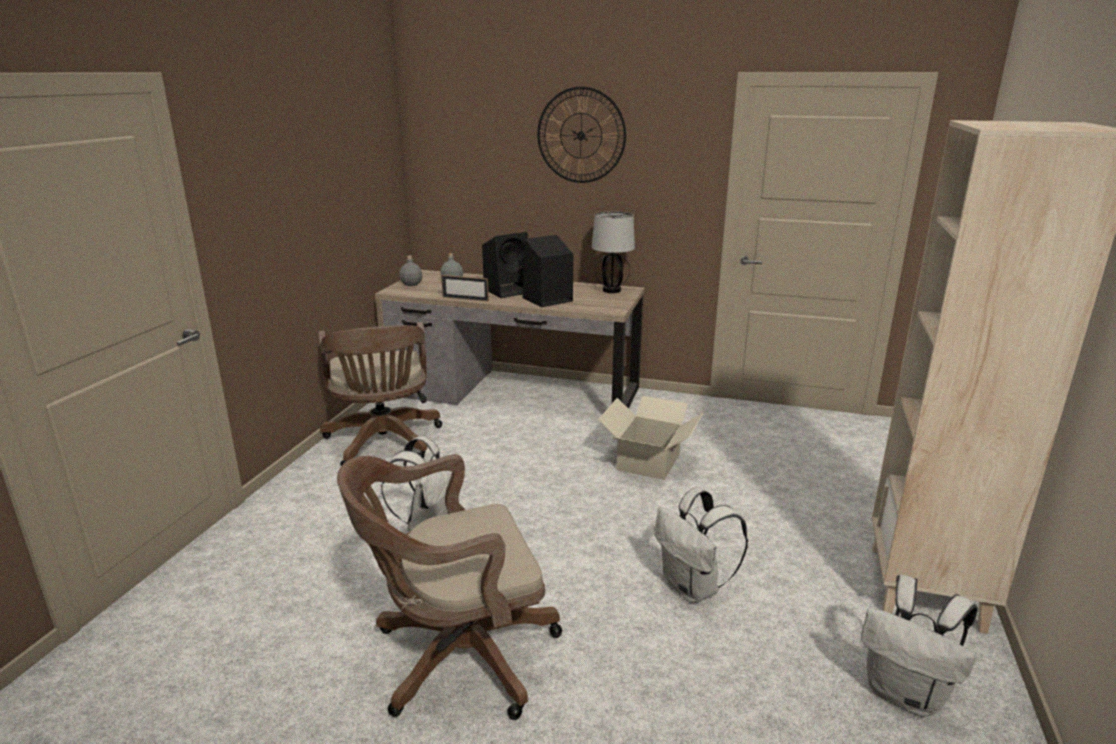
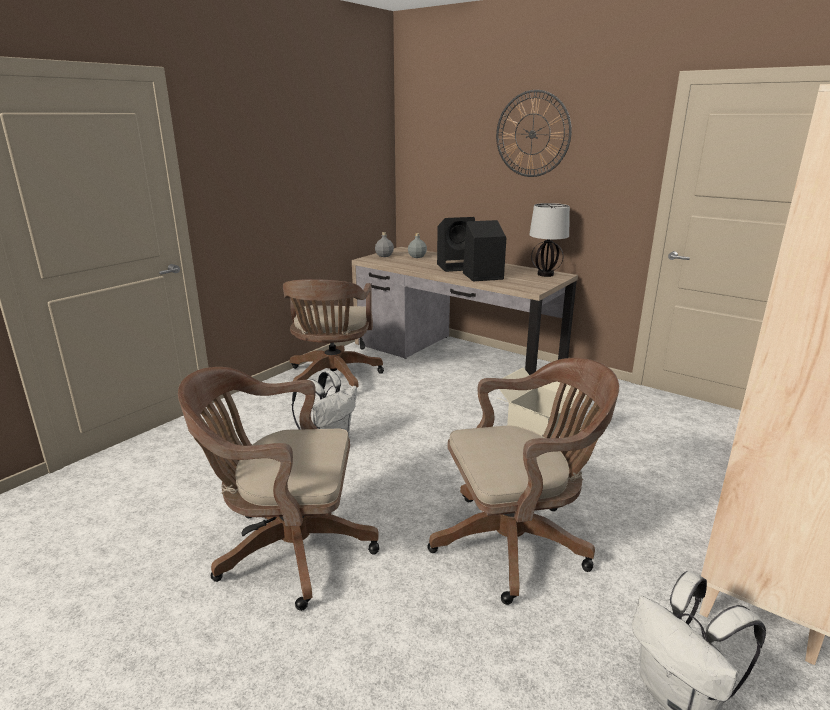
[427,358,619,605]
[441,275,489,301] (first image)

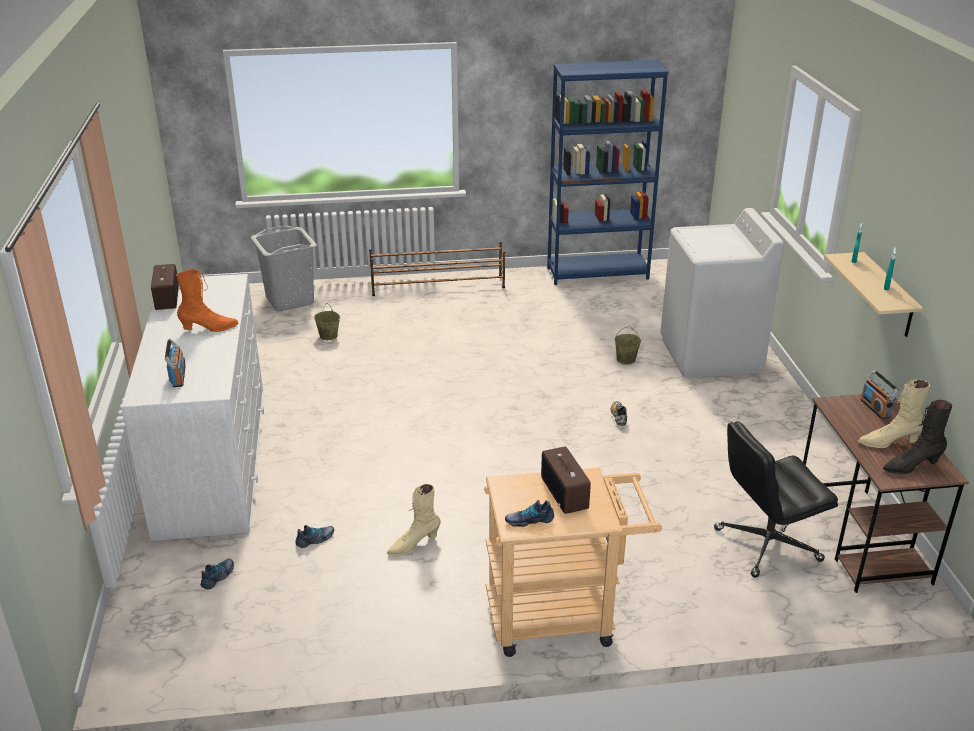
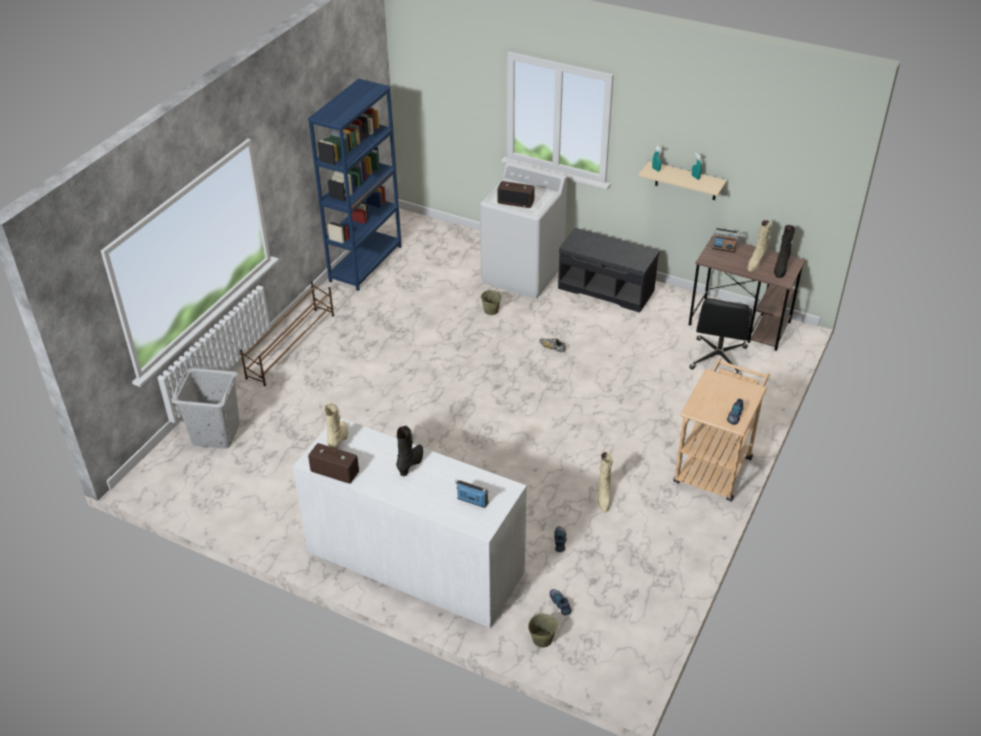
[325,402,348,449]
[396,425,423,477]
[498,181,535,208]
[528,613,558,648]
[558,228,659,313]

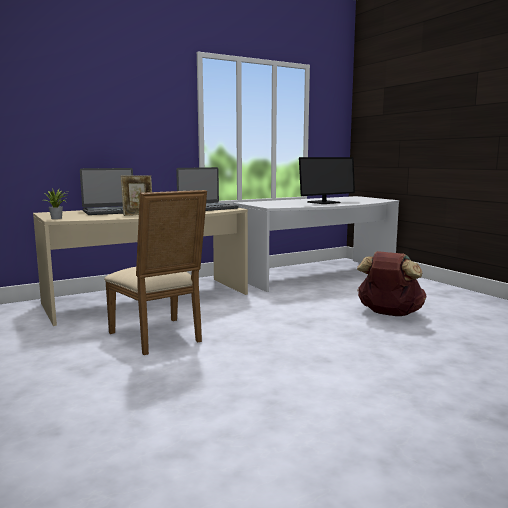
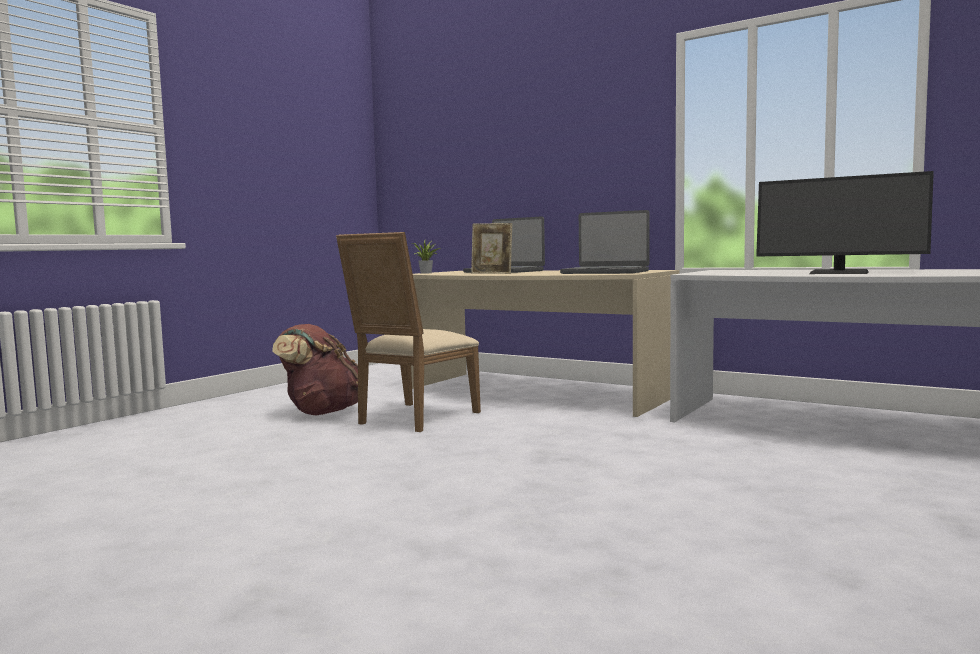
[272,324,358,415]

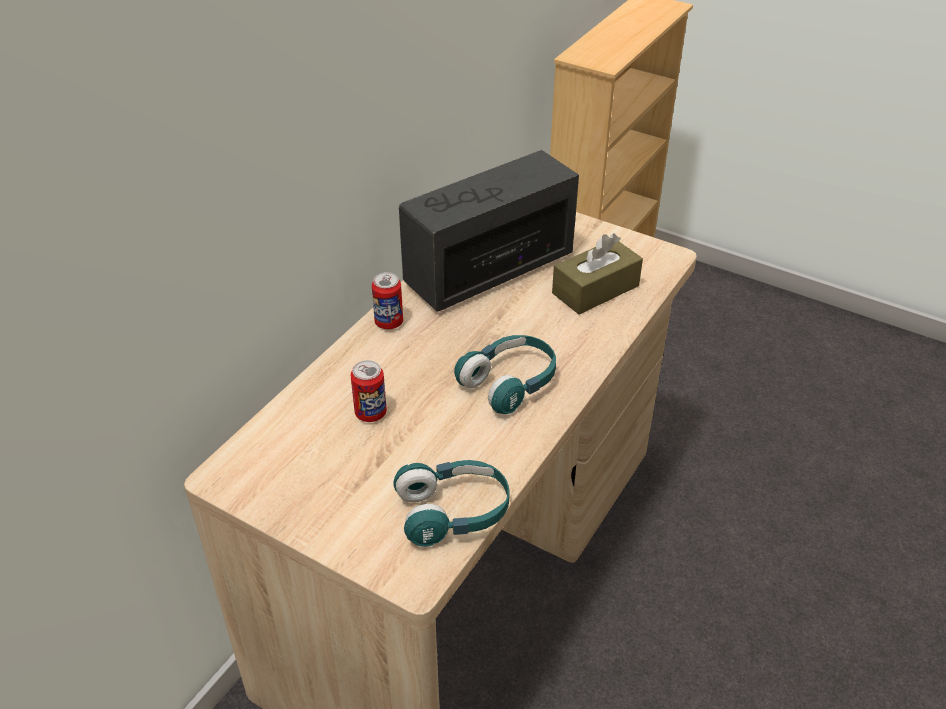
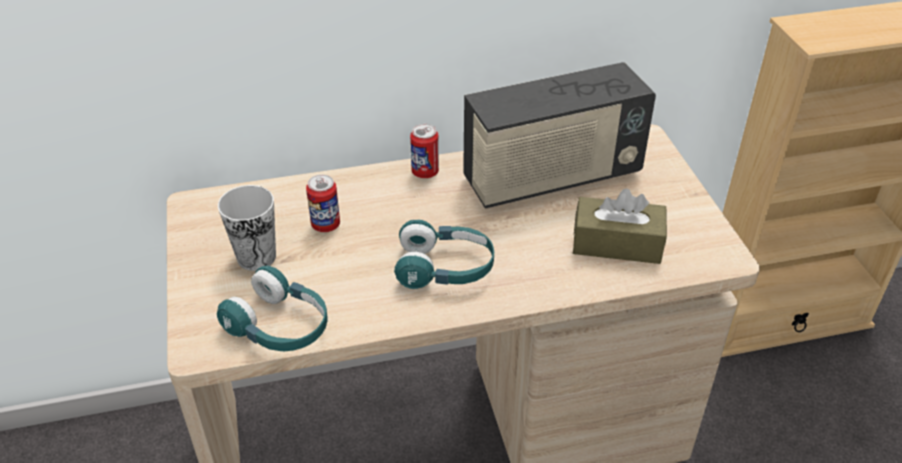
[218,185,276,271]
[463,62,656,209]

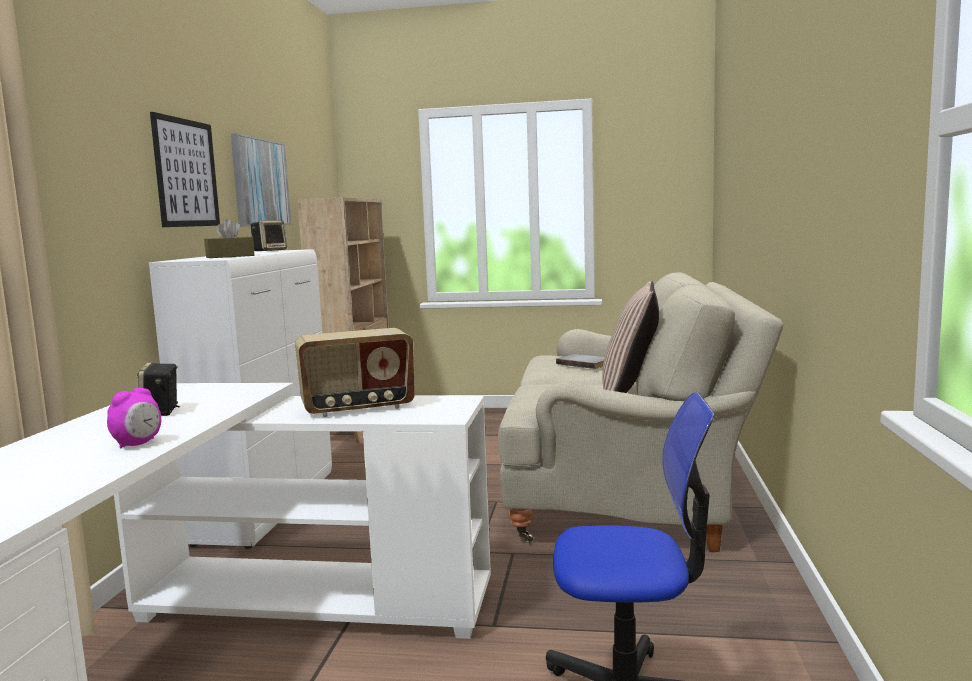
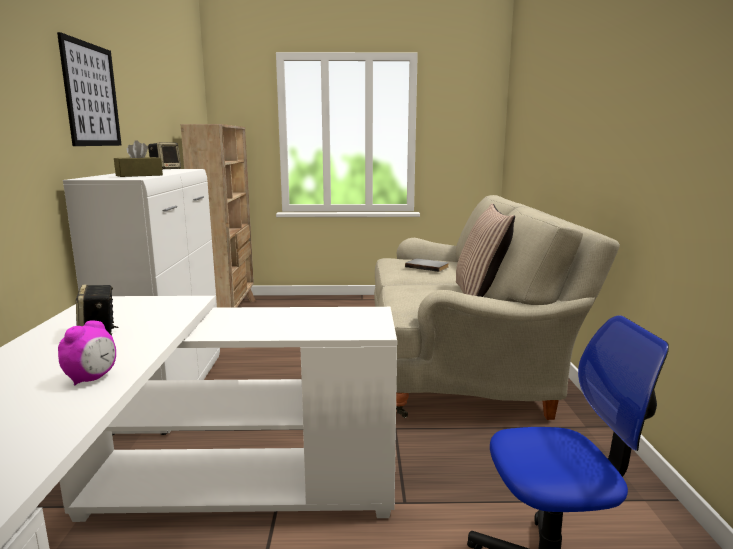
[231,133,291,227] (first image)
[295,328,415,417] (first image)

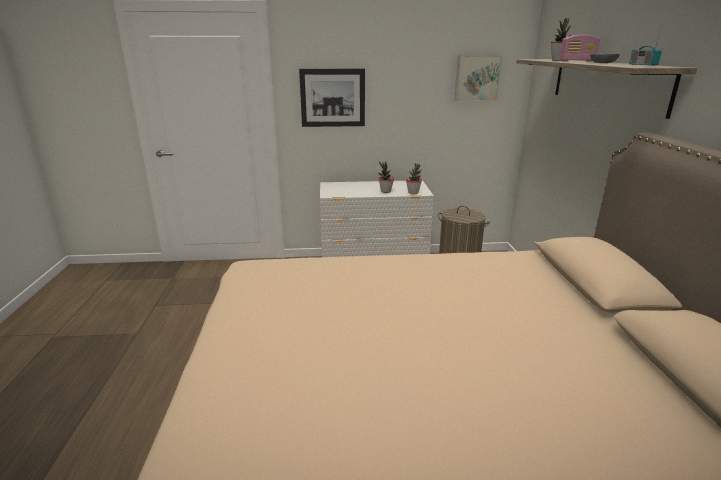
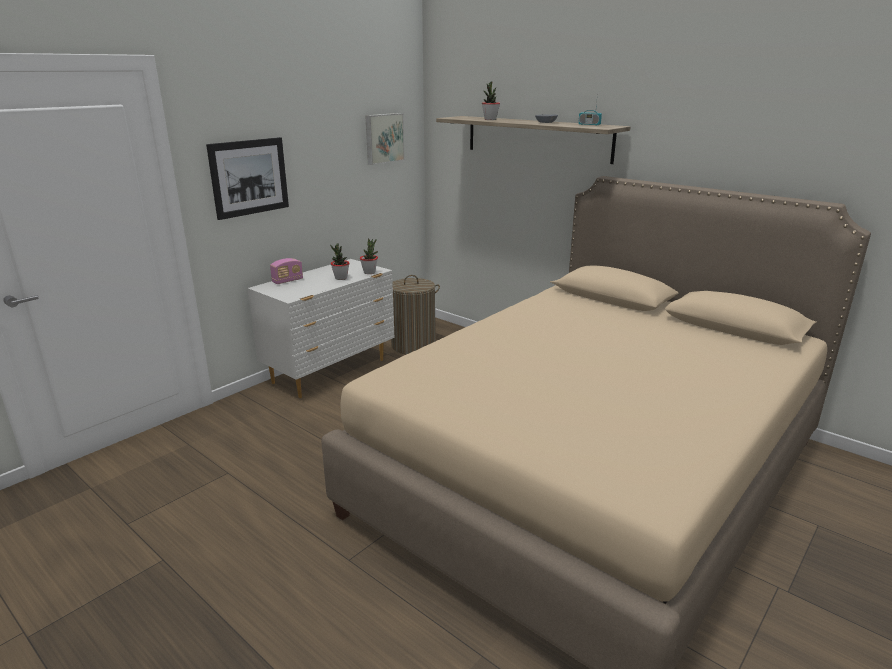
[270,258,303,284]

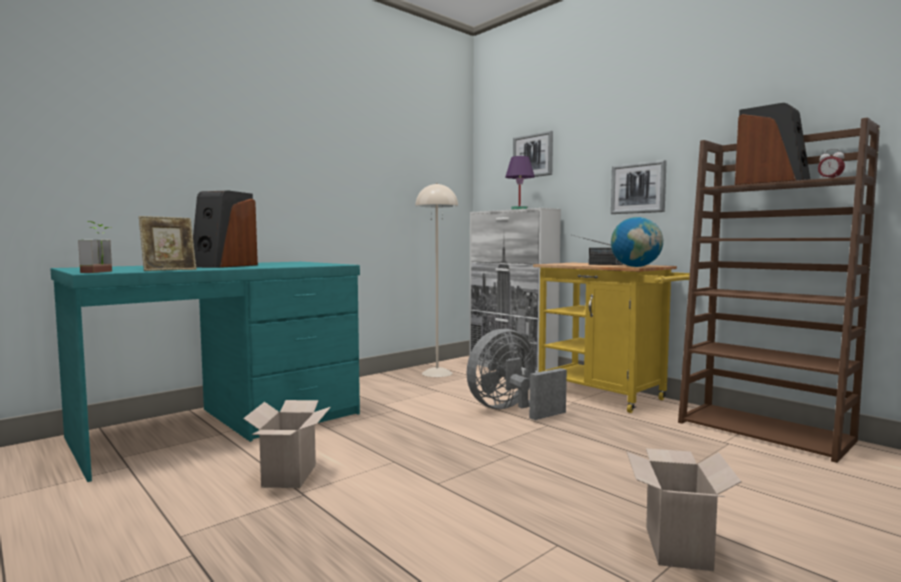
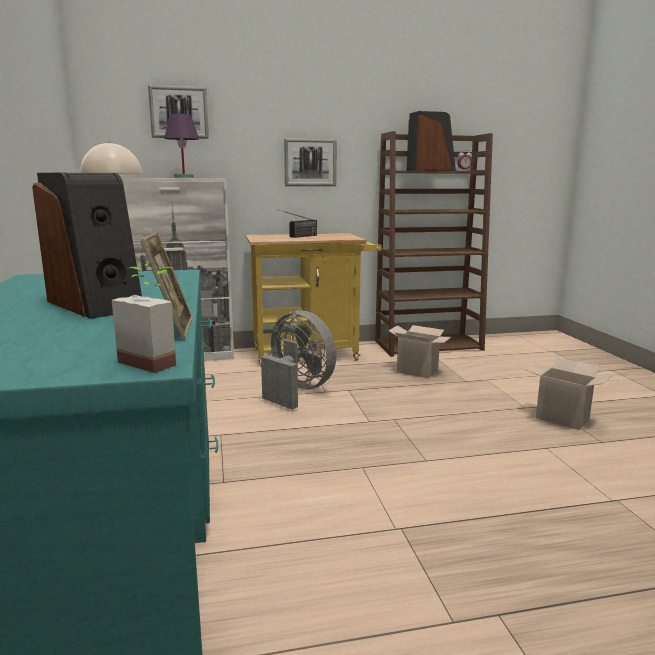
[261,310,336,409]
[388,325,452,379]
[611,217,663,267] (first image)

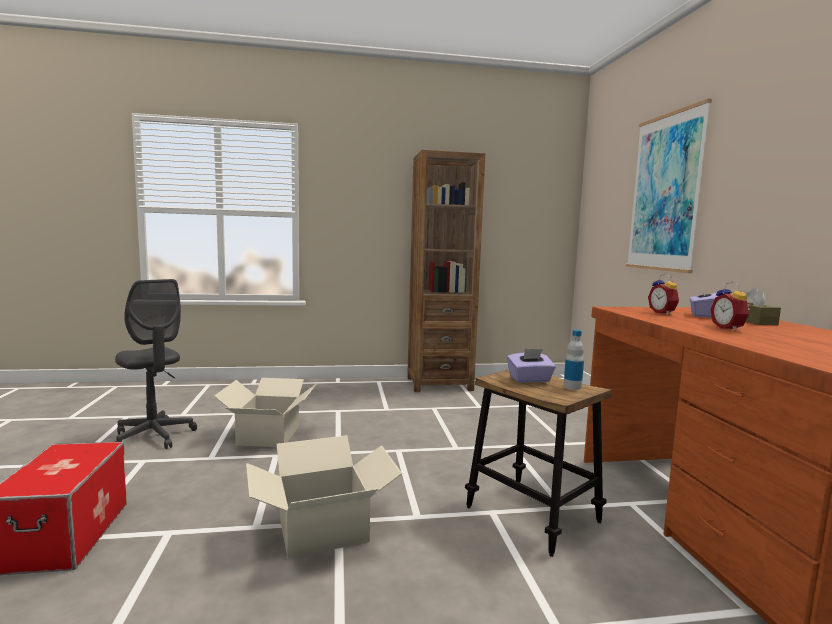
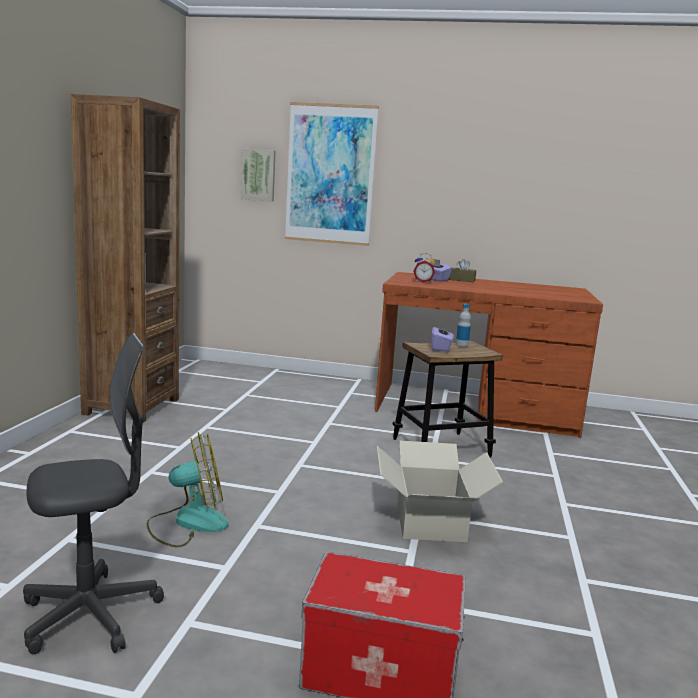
[147,432,228,547]
[241,149,276,202]
[711,282,749,331] (first image)

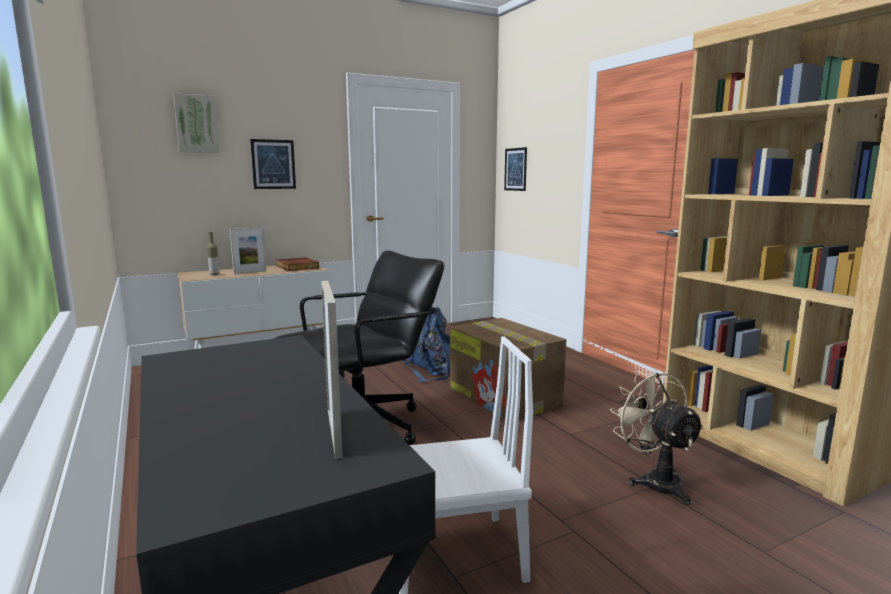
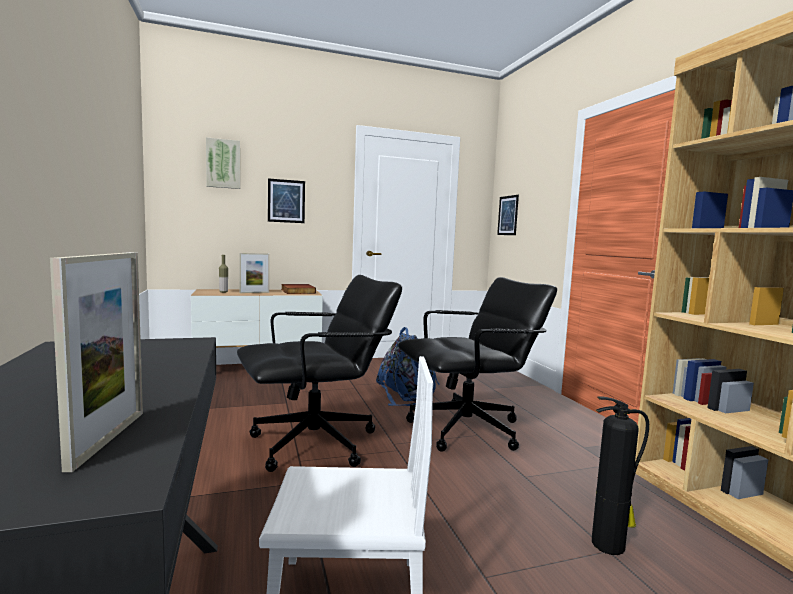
[398,277,557,452]
[592,396,649,555]

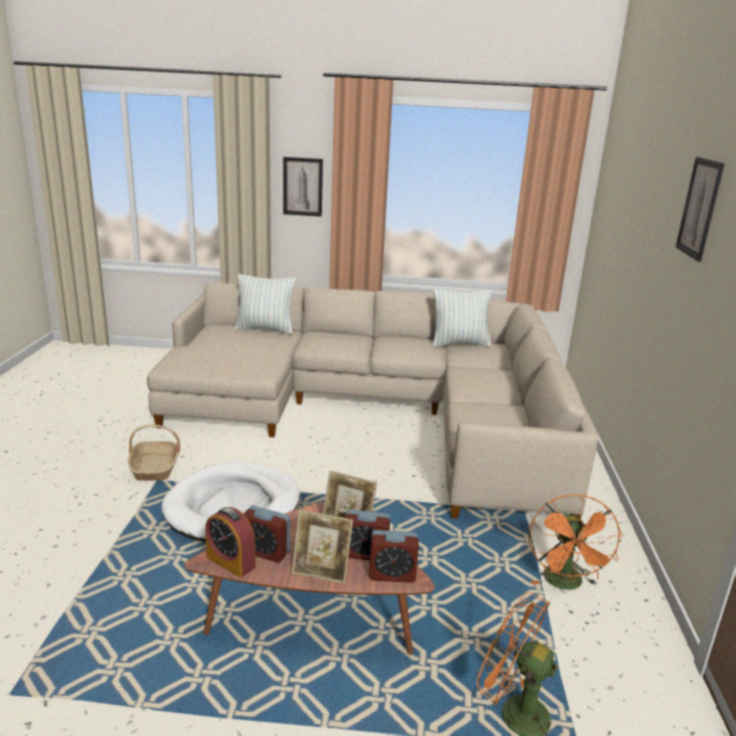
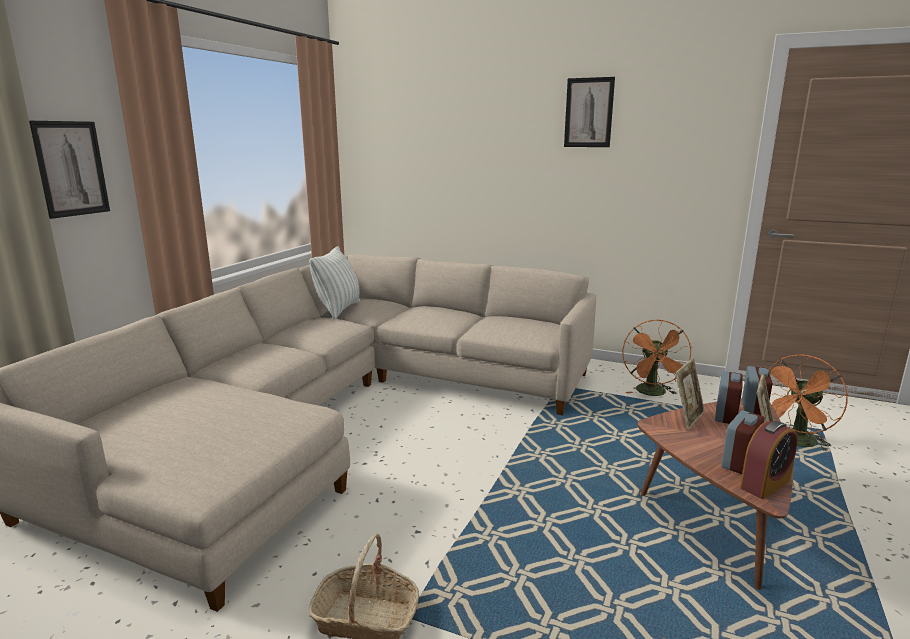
[622,320,692,396]
[161,462,300,542] (first image)
[235,274,296,334] (first image)

